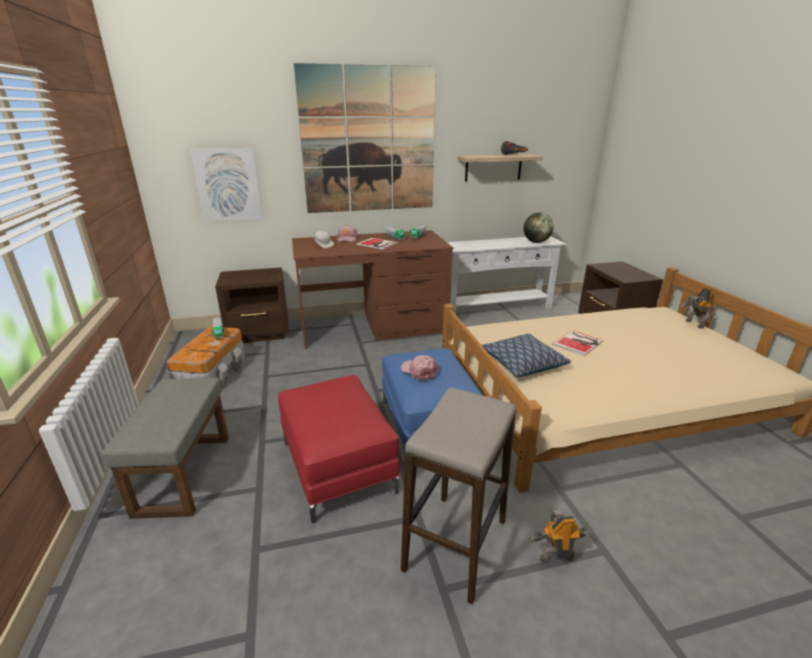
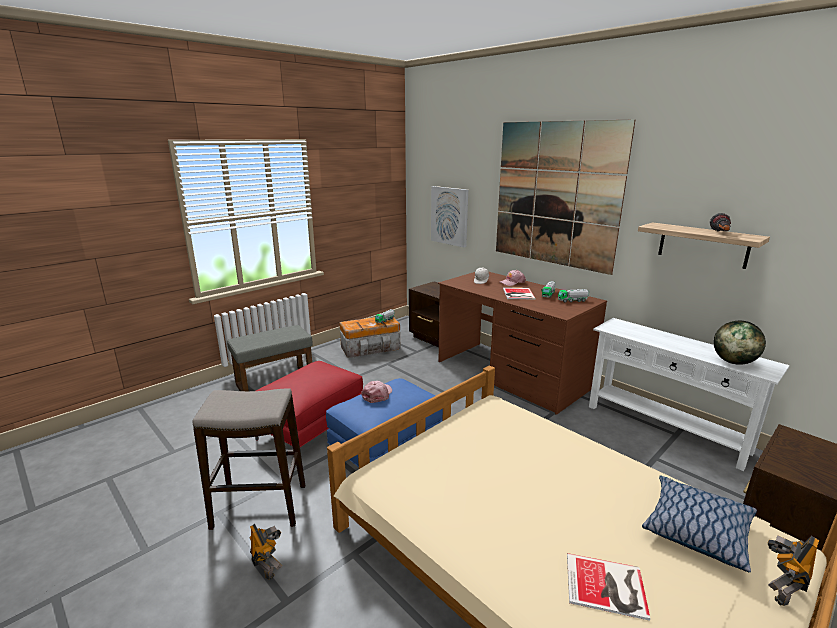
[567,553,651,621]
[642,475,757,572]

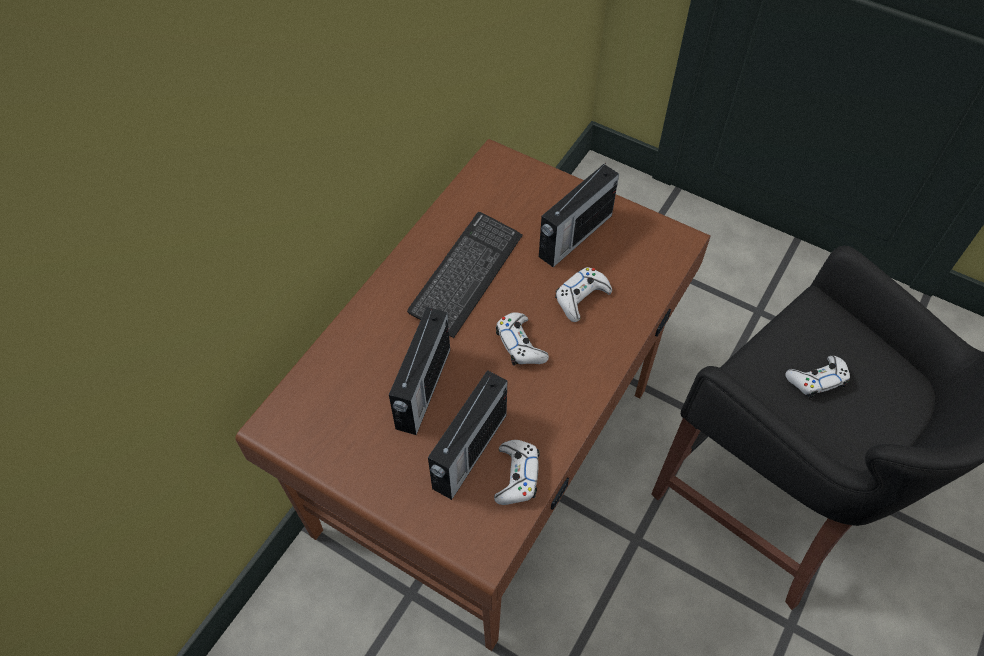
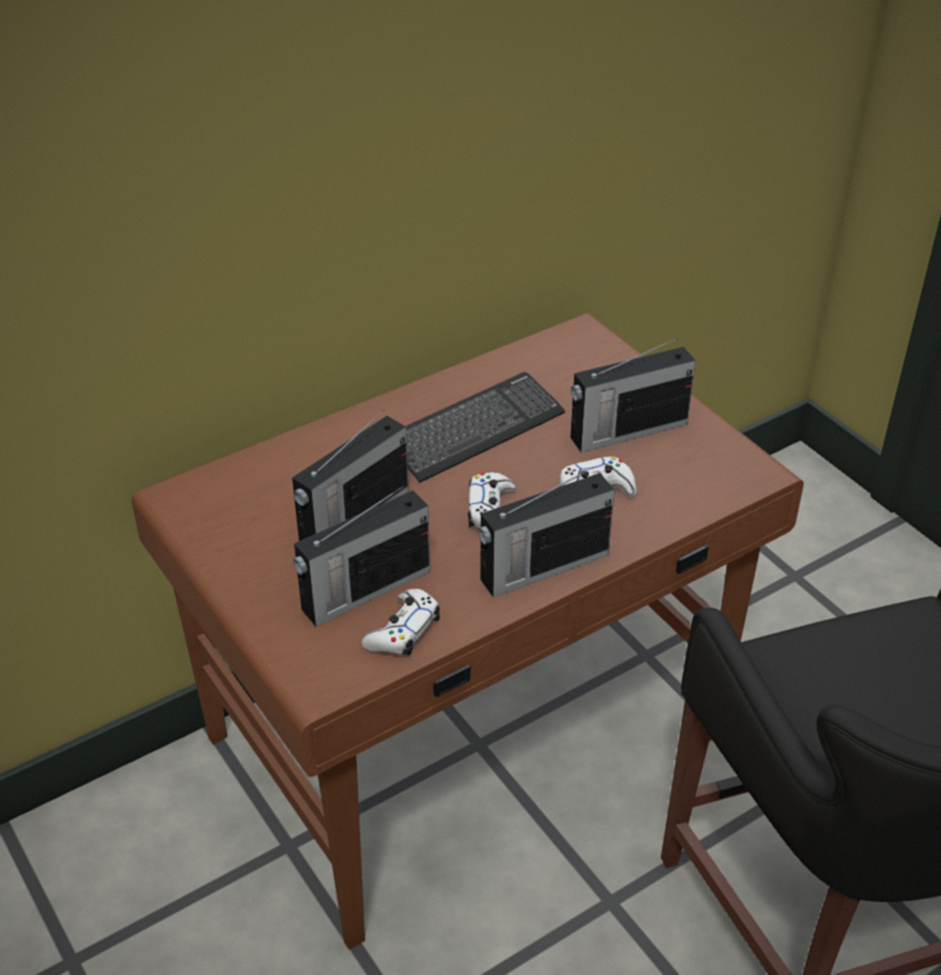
[478,467,614,597]
[785,356,850,399] (first image)

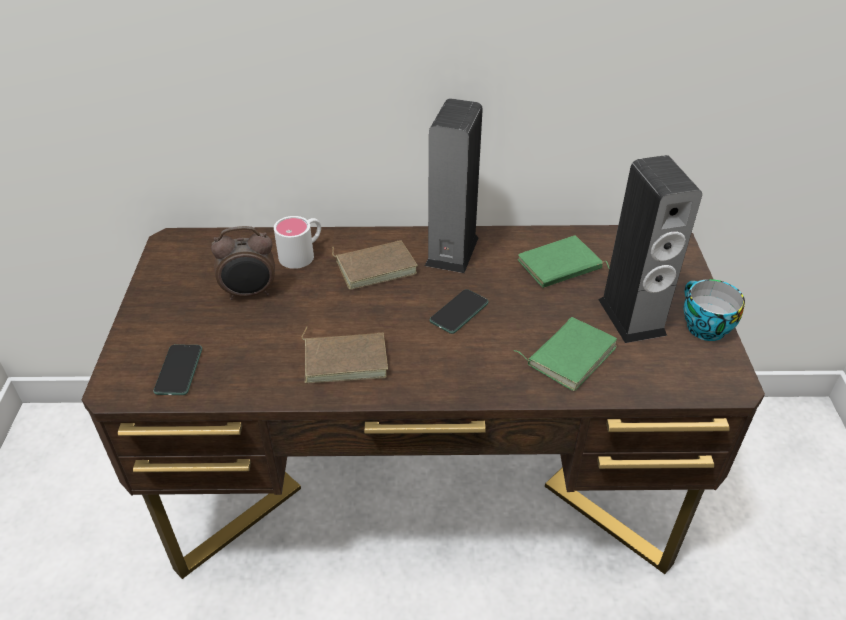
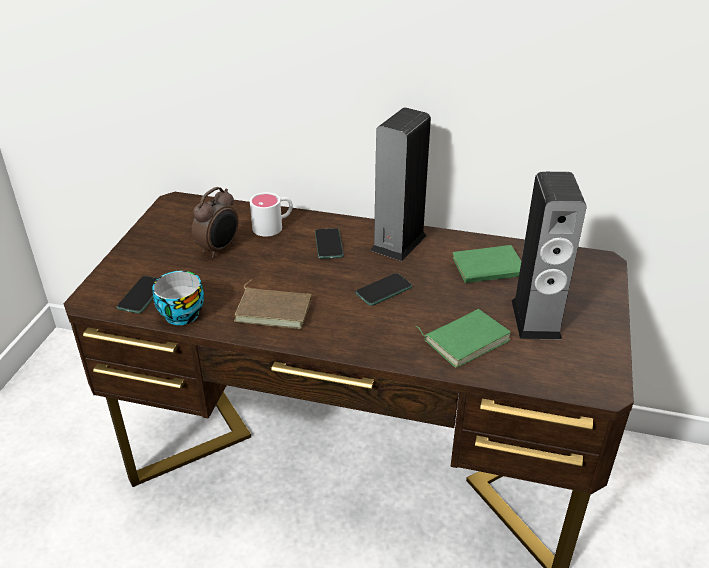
[153,271,204,325]
[192,187,238,258]
[315,228,344,259]

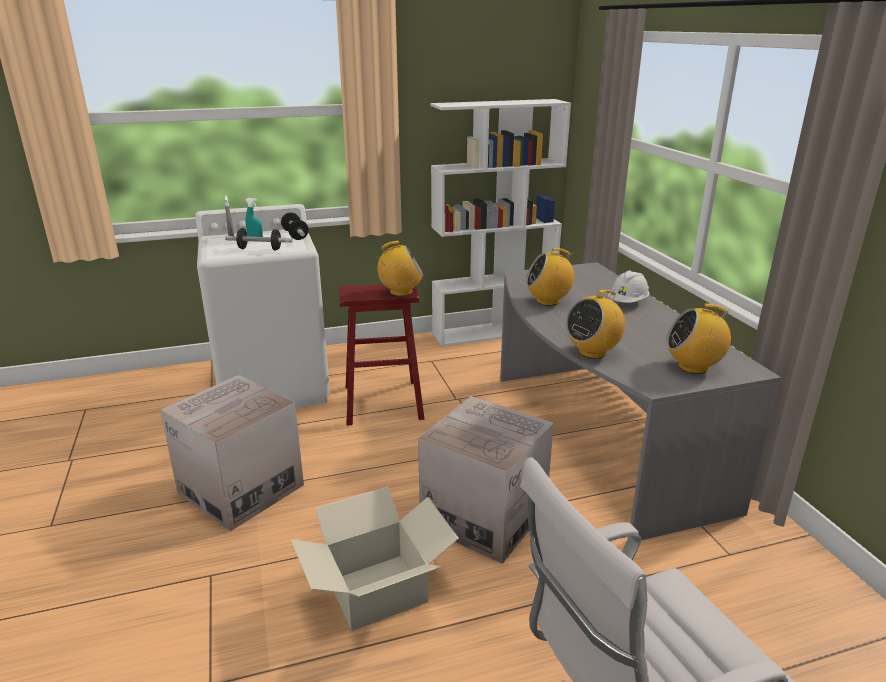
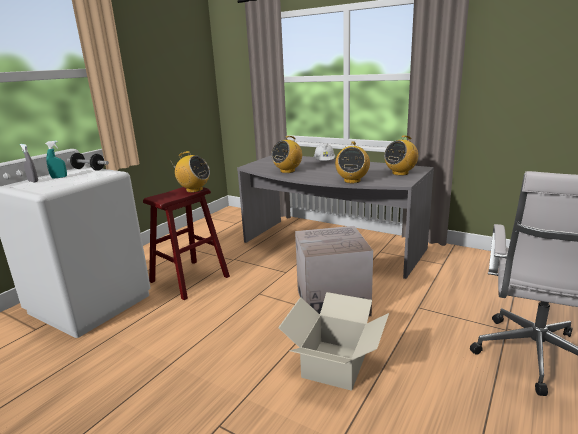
[170,151,210,192]
[160,375,304,531] (first image)
[225,228,293,250] (first image)
[430,99,571,346] (first image)

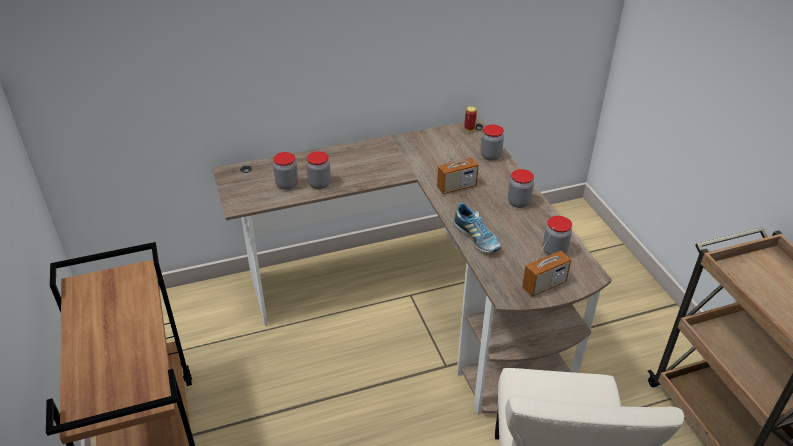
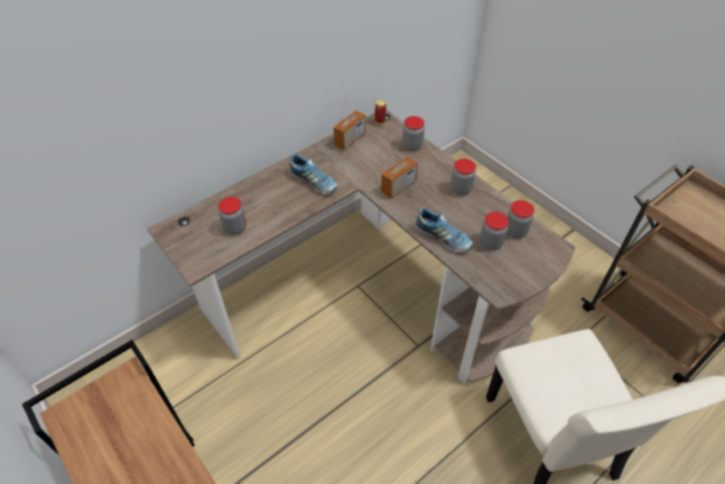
[290,154,338,194]
[333,92,366,150]
[480,212,509,250]

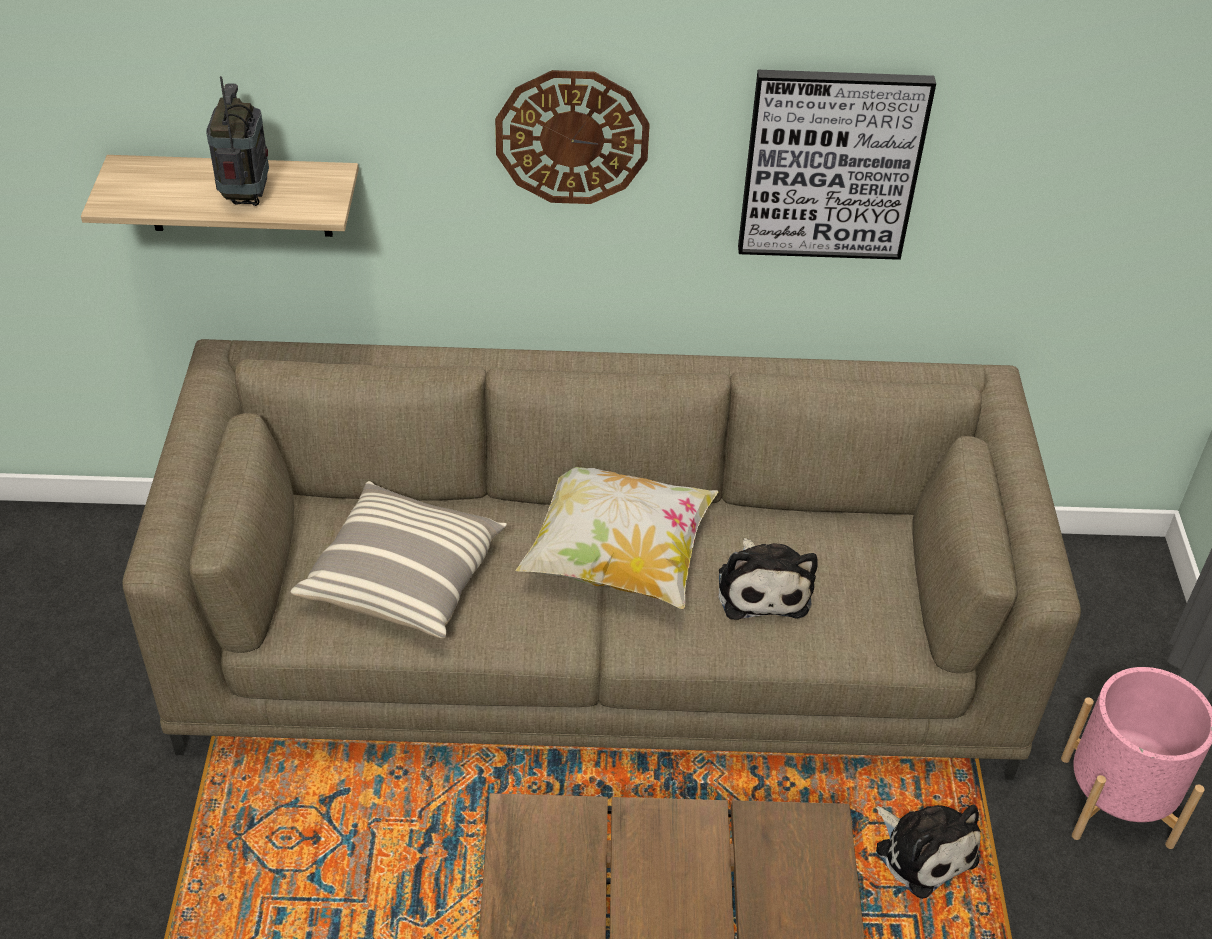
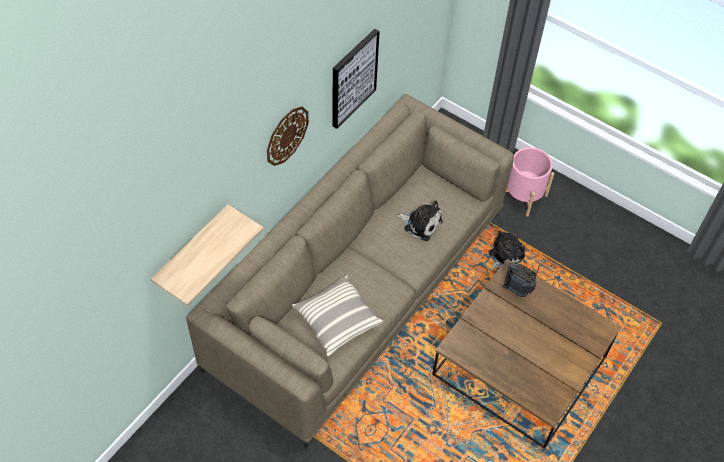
[488,231,525,270]
[503,263,540,297]
[515,467,719,609] (first image)

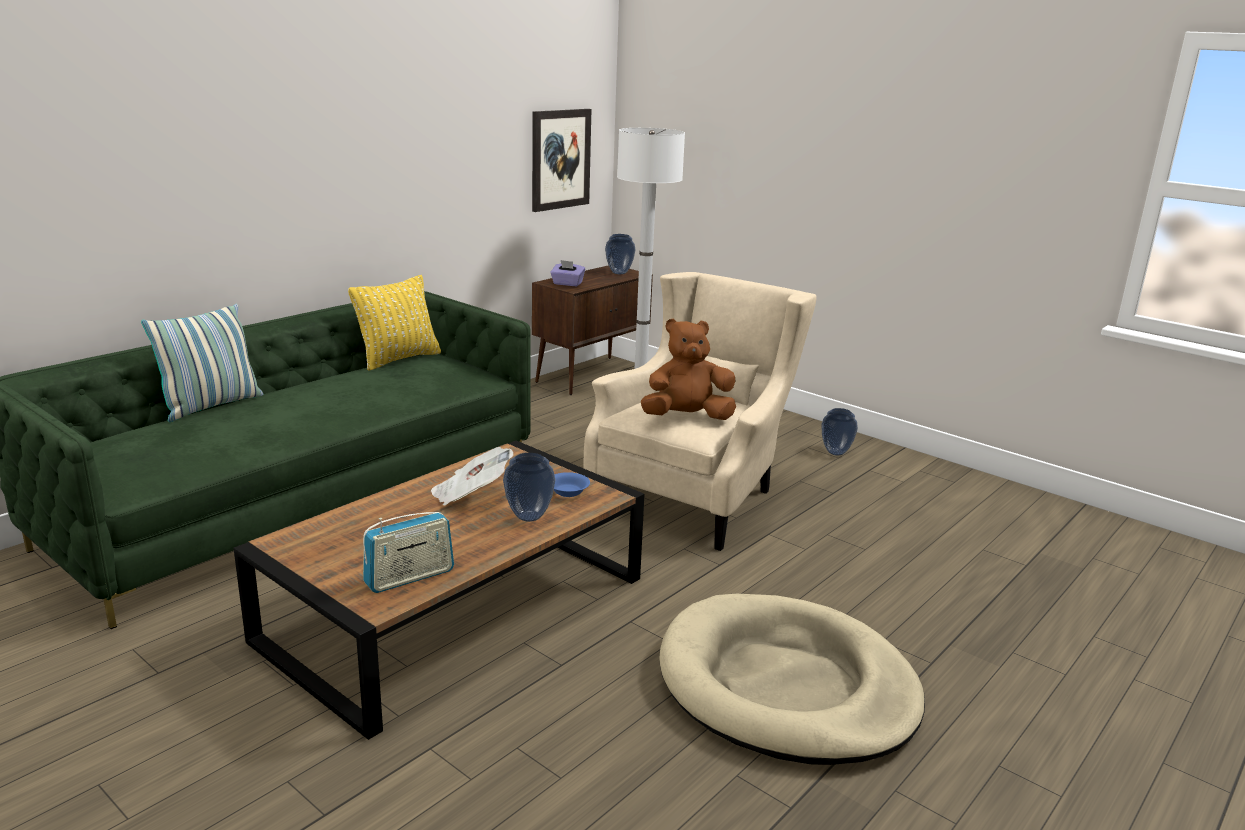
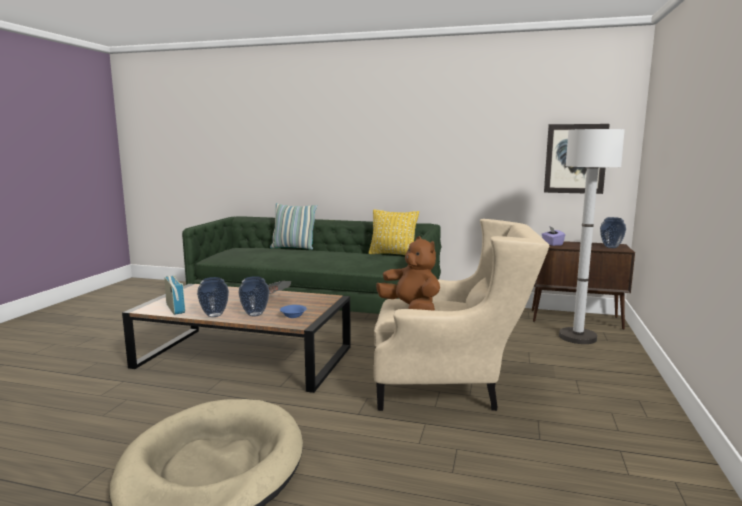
[164,275,185,315]
[197,277,229,317]

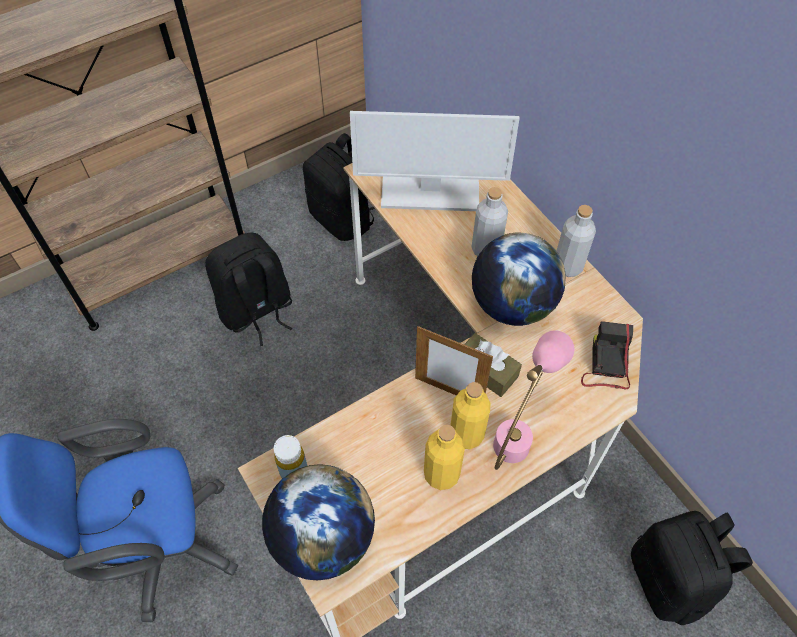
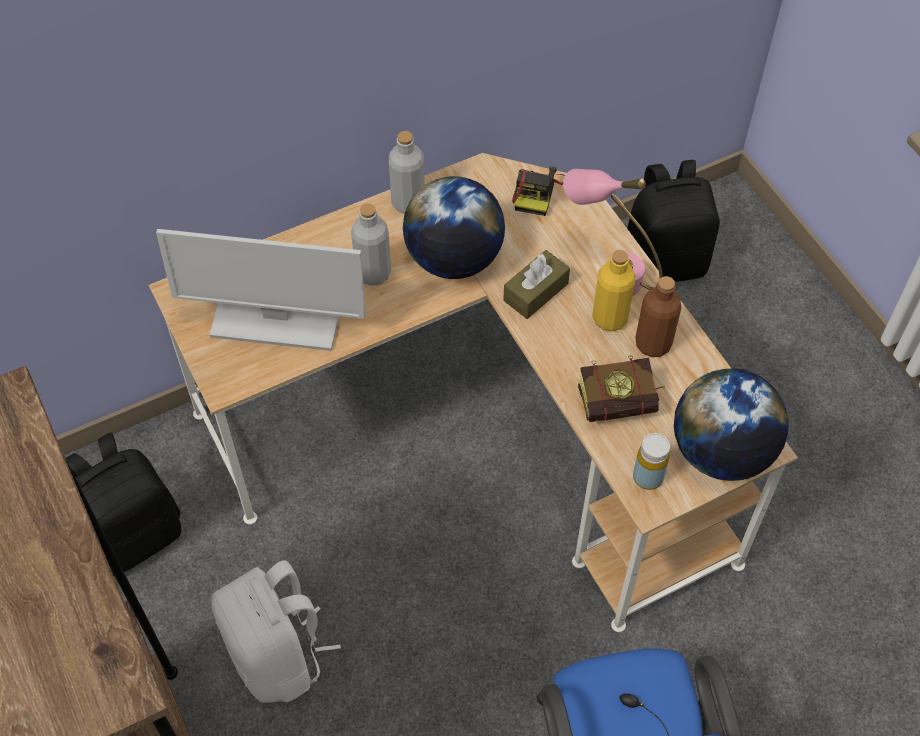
[156,229,366,351]
[211,560,341,703]
[512,166,565,216]
[578,355,665,422]
[635,276,681,357]
[415,326,493,396] (first image)

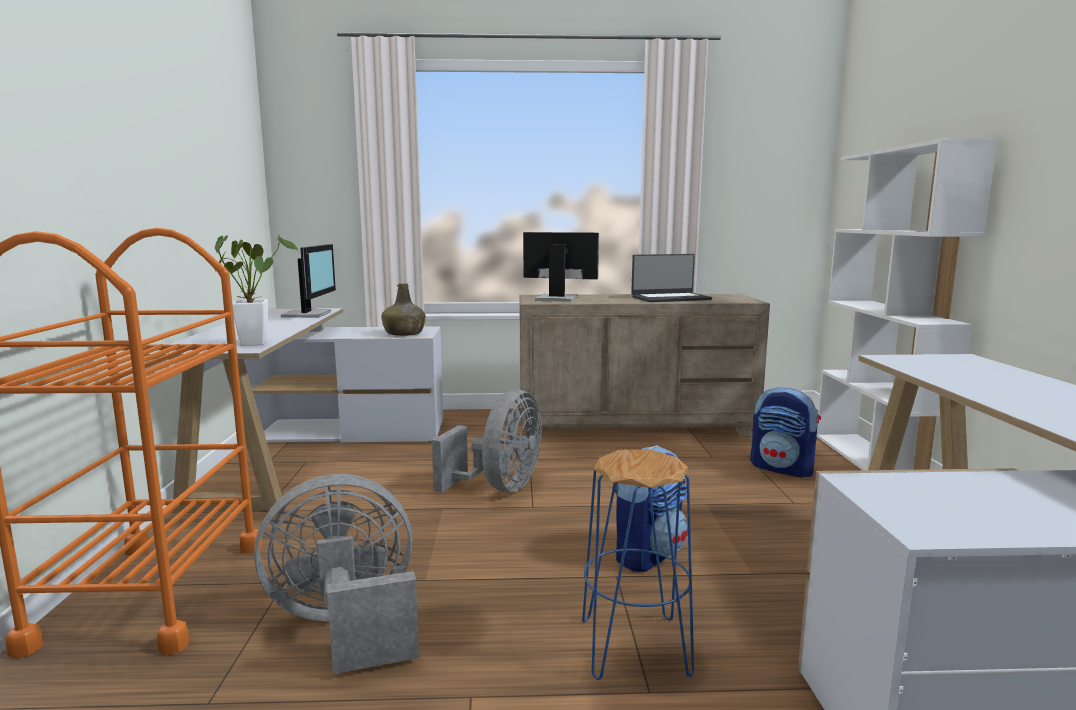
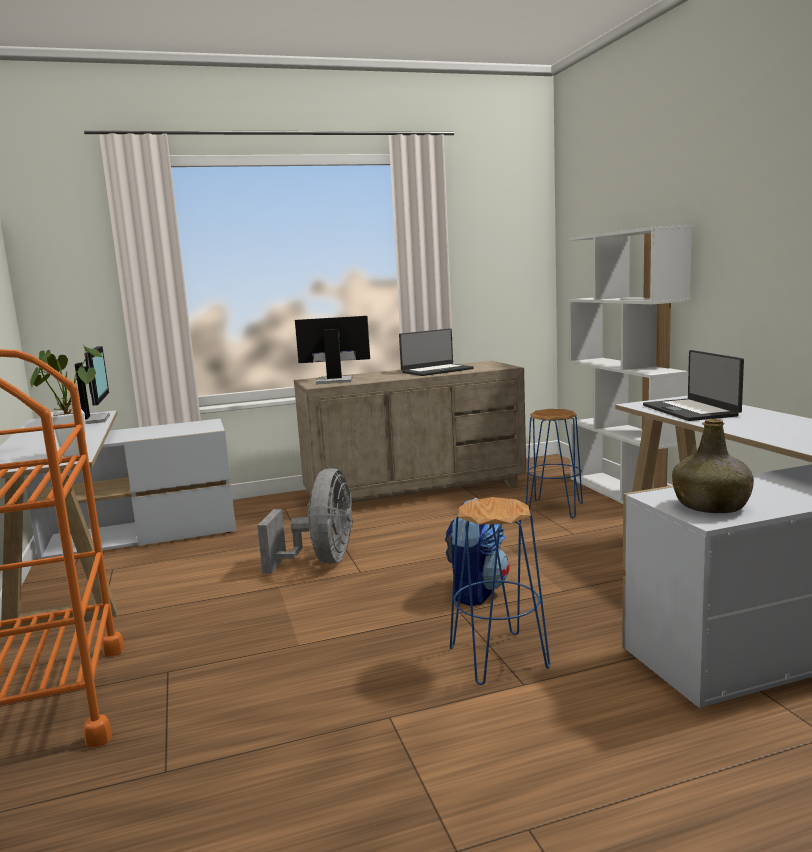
[526,409,583,518]
[643,350,744,421]
[672,419,754,513]
[254,474,419,674] (first image)

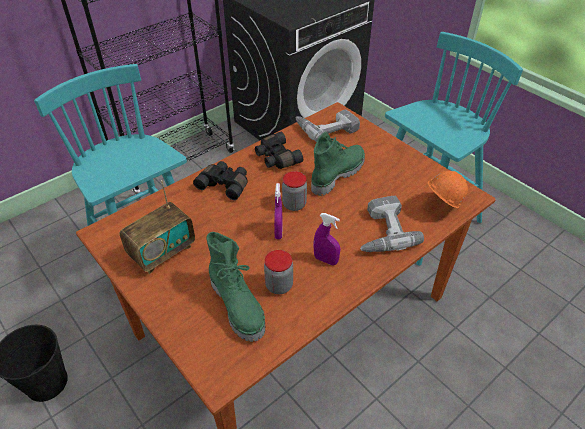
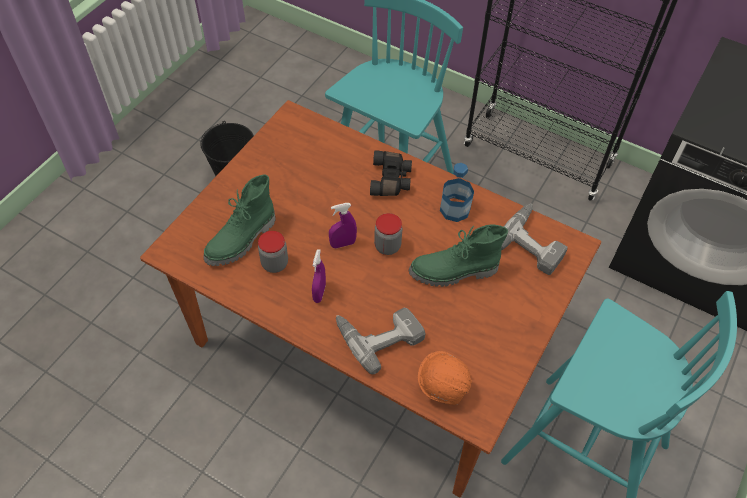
[409,224,508,287]
[440,163,474,222]
[120,180,195,274] (first image)

